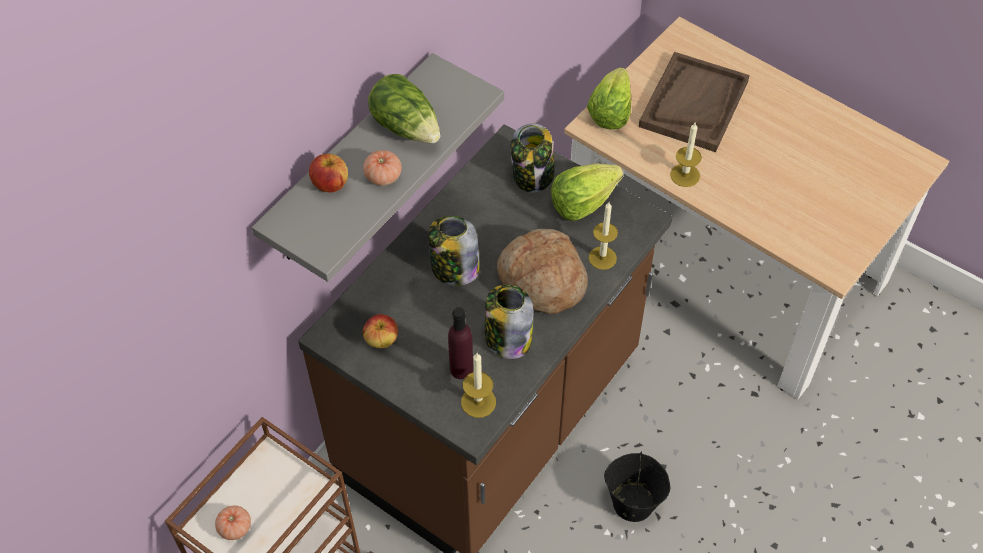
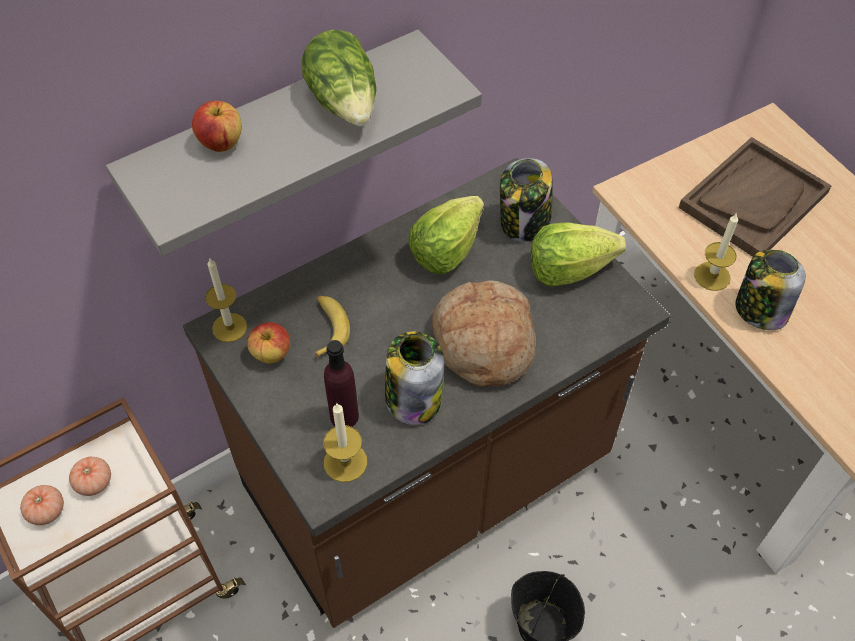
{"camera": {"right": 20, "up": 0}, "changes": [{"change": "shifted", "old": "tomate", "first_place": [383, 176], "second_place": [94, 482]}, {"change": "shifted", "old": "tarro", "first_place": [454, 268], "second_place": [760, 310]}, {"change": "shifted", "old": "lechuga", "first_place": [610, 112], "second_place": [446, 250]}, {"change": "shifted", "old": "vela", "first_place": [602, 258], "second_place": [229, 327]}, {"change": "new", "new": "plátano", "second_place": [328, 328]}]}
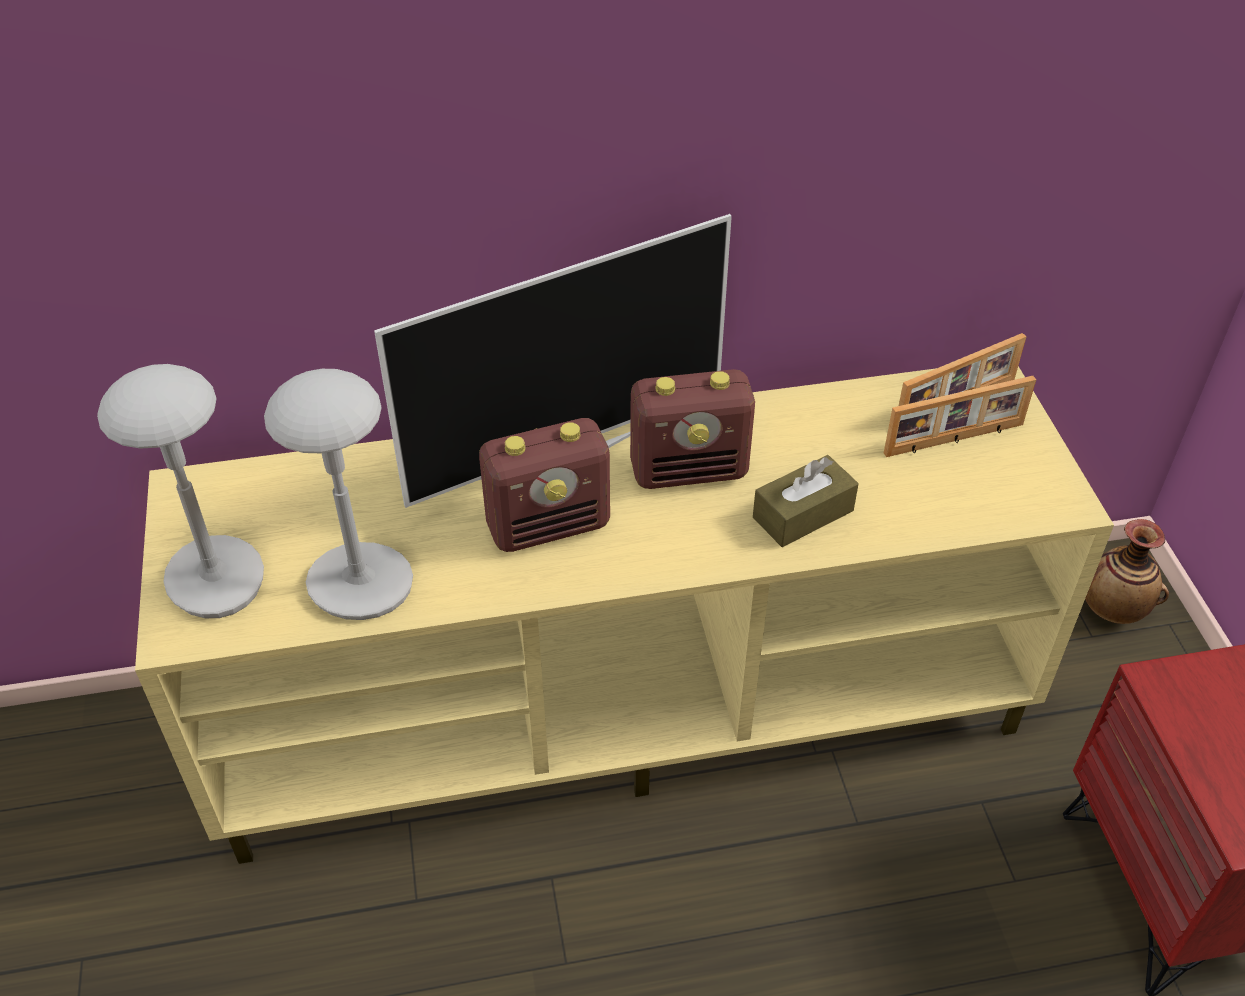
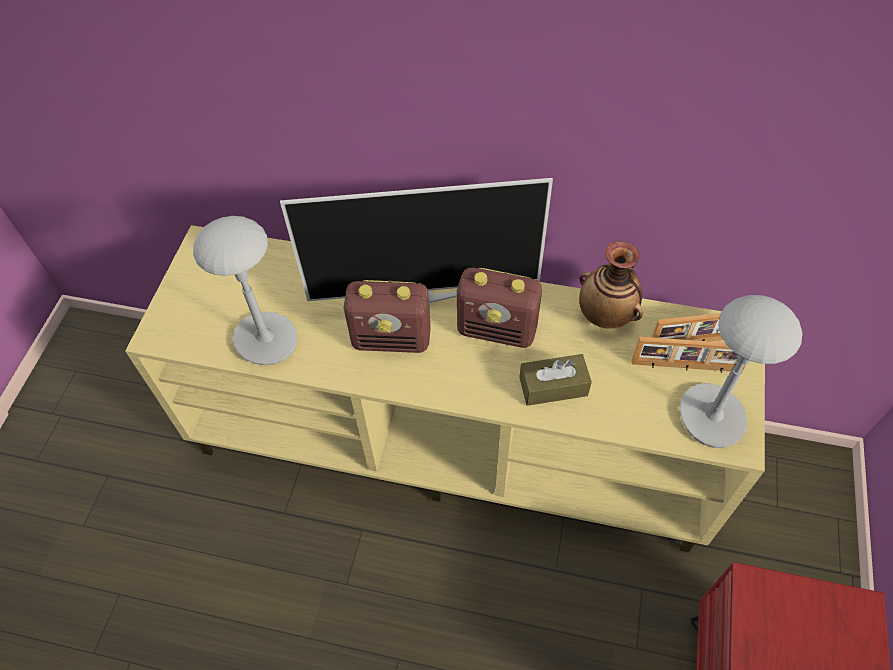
{"camera": {"right": 25, "up": 10}, "changes": [{"change": "shifted", "old": "lámpara de mesa/gris", "first_place": [217, 580], "second_place": [711, 417]}, {"change": "shifted", "old": "florero", "first_place": [1112, 609], "second_place": [606, 315]}]}
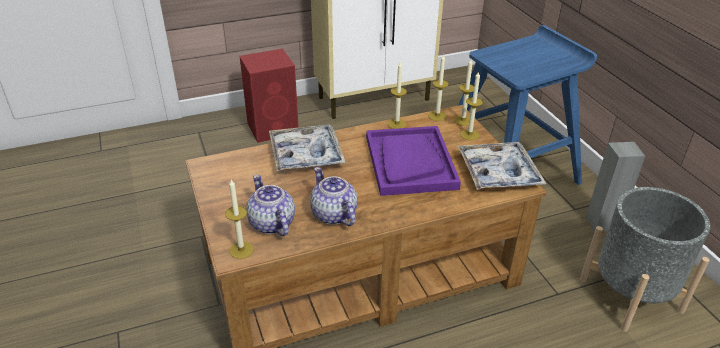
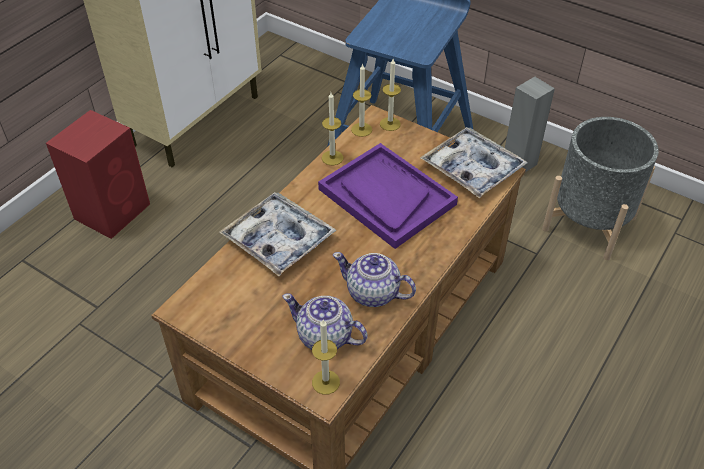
{"camera": {"right": -35, "up": 10}, "changes": [{"change": "gone", "old": "vela", "first_place": [469, 135]}]}
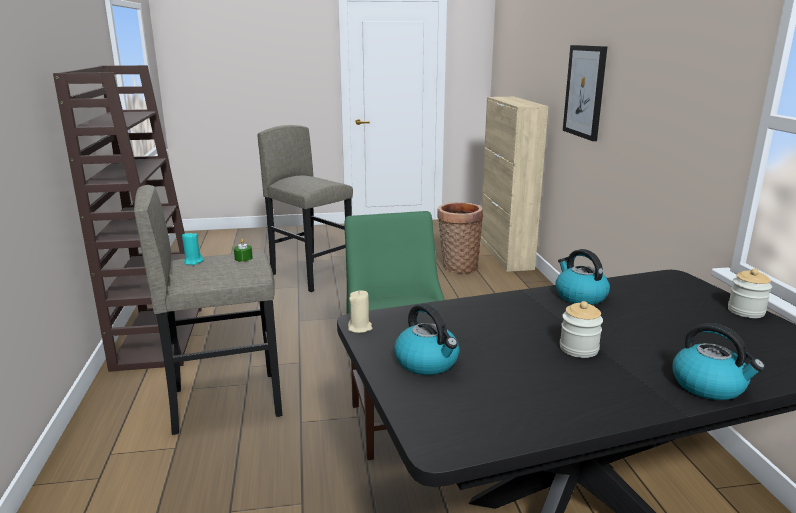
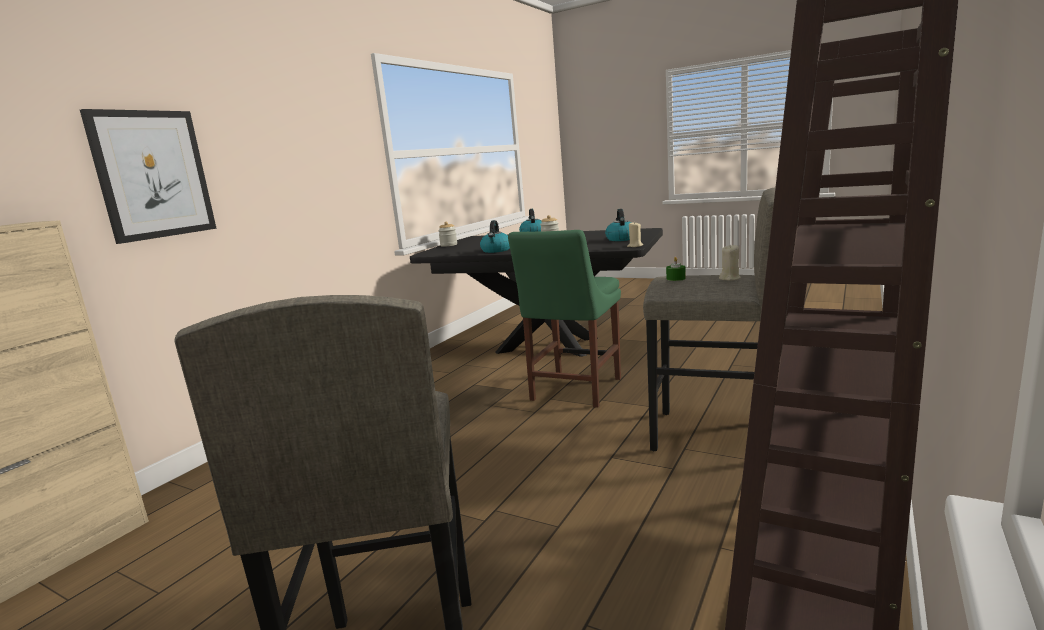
{"camera": {"right": -140, "up": -5}, "changes": [{"change": "repainted", "old": "vela/turquesa", "new": "vela/beis", "first_place": [193, 262], "second_place": [730, 278]}, {"change": "gone", "old": "cesta", "first_place": [458, 267]}]}
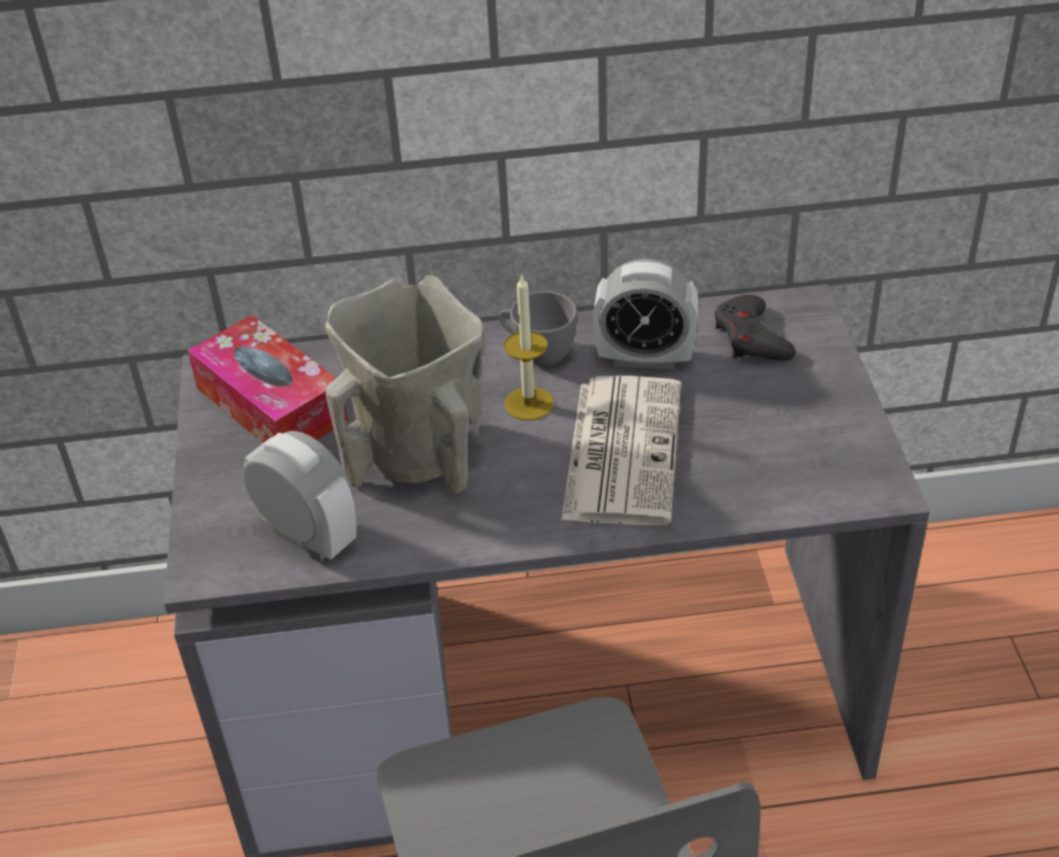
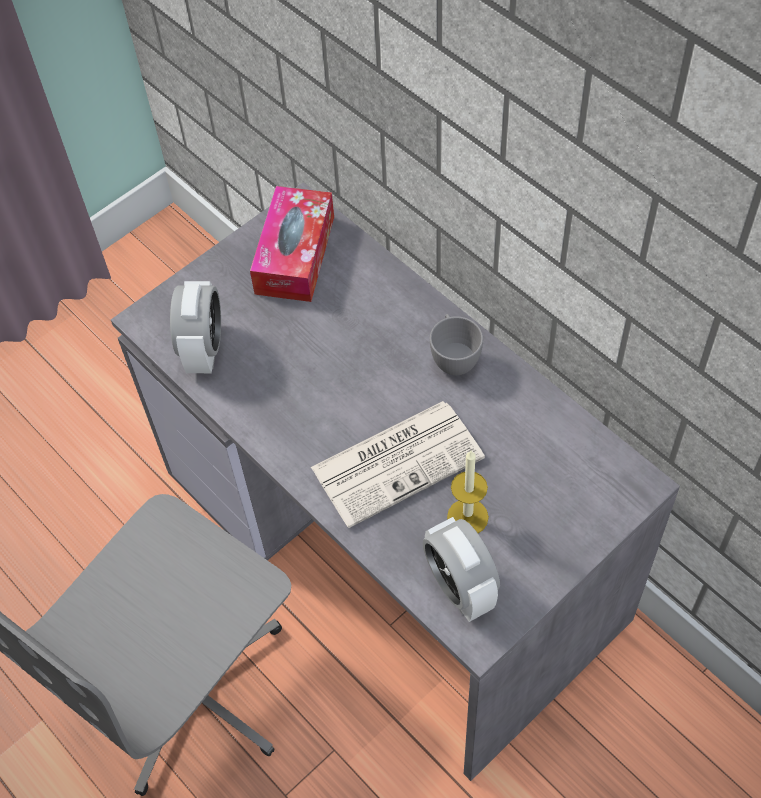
{"camera": {"right": 55, "up": 15}, "changes": [{"change": "gone", "old": "florero/beis", "first_place": [418, 457]}, {"change": "shifted", "old": "vela", "first_place": [529, 403], "second_place": [467, 517]}, {"change": "shifted", "old": "despertador", "first_place": [645, 358], "second_place": [460, 587]}, {"change": "gone", "old": "mando de consola/gris", "first_place": [751, 338]}]}
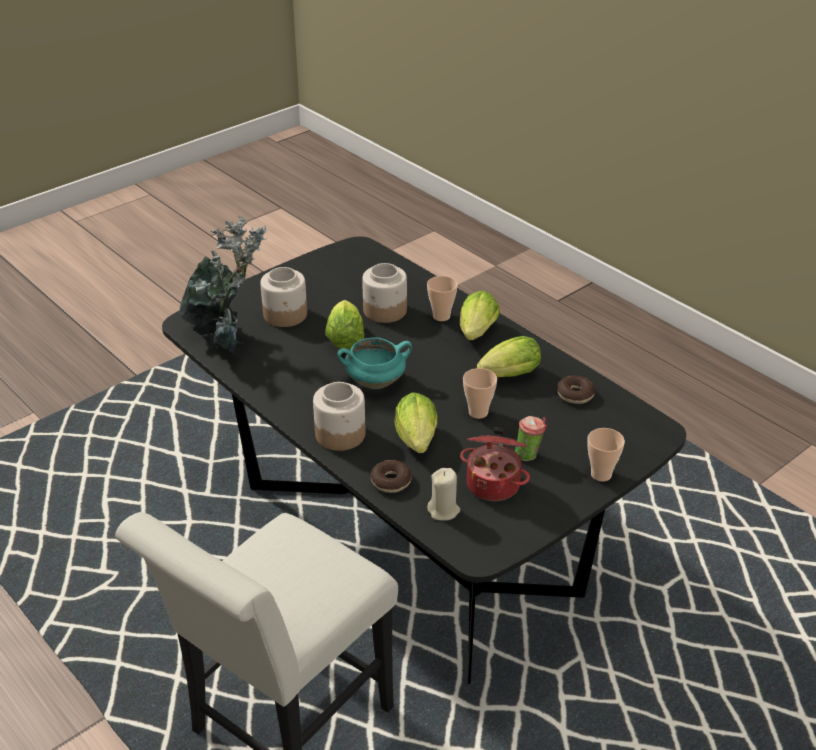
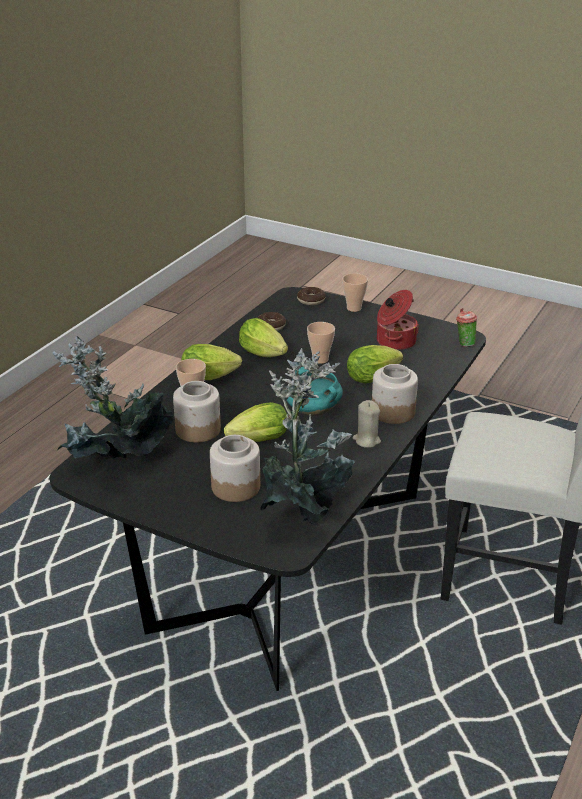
{"camera": {"right": -110, "up": -5}, "changes": [{"change": "shifted", "old": "rosquilla", "first_place": [391, 481], "second_place": [311, 300]}, {"change": "shifted", "old": "vela/beis", "first_place": [444, 510], "second_place": [366, 440]}, {"change": "shifted", "old": "taza", "first_place": [529, 455], "second_place": [464, 344]}, {"change": "new", "new": "planta en maceta", "second_place": [117, 465]}]}
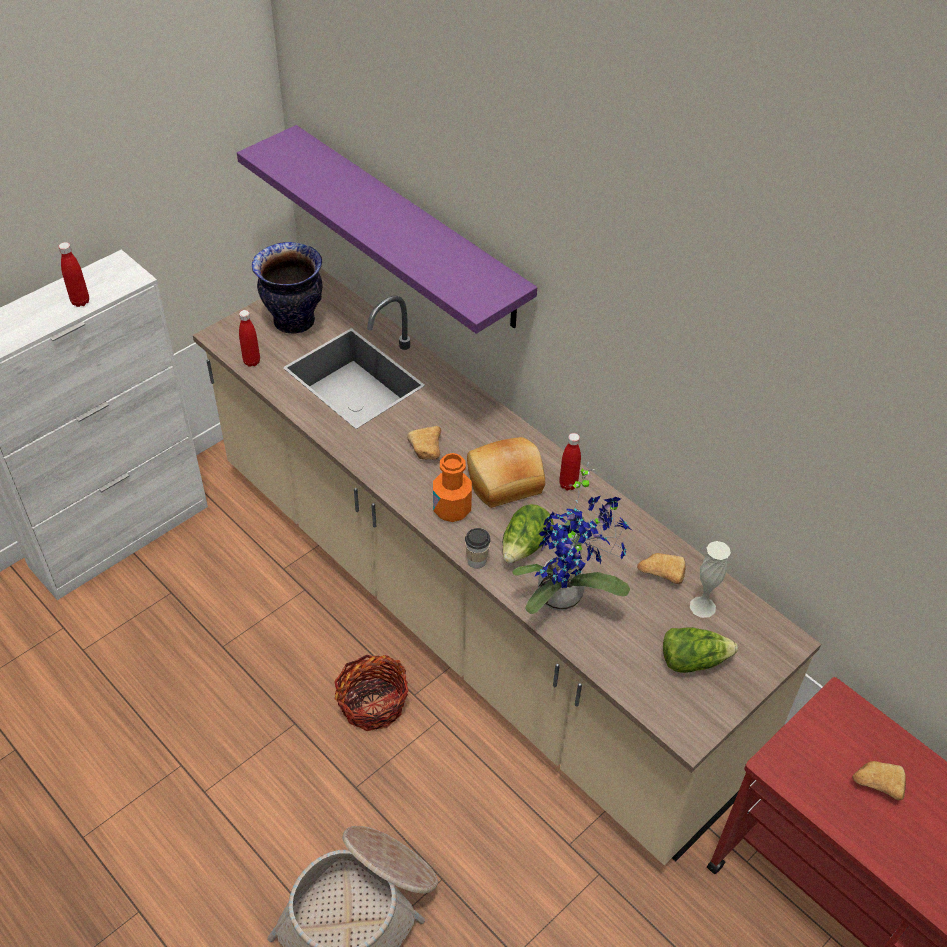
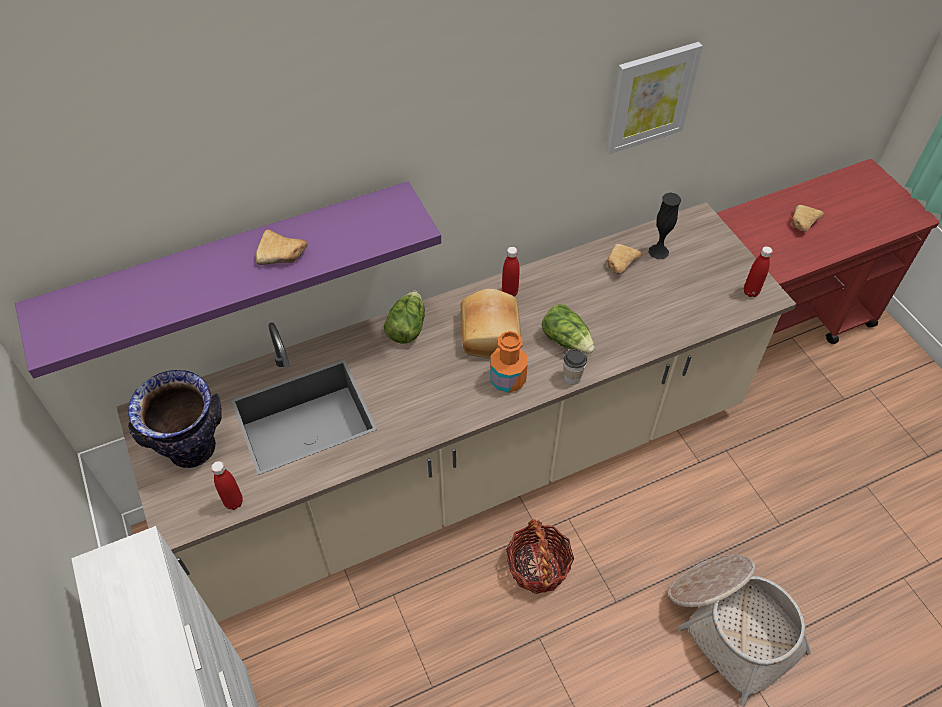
{"camera": {"right": -70, "up": 5}, "changes": [{"change": "shifted", "old": "botella/rojo", "first_place": [80, 302], "second_place": [750, 292]}, {"change": "shifted", "old": "pan", "first_place": [426, 450], "second_place": [283, 255]}, {"change": "gone", "old": "planta en maceta", "first_place": [566, 595]}, {"change": "shifted", "old": "lechuga", "first_place": [693, 659], "second_place": [406, 327]}, {"change": "repainted", "old": "florero/blanco", "new": "florero/negro", "first_place": [702, 607], "second_place": [658, 251]}, {"change": "new", "new": "cuadro", "second_place": [650, 97]}]}
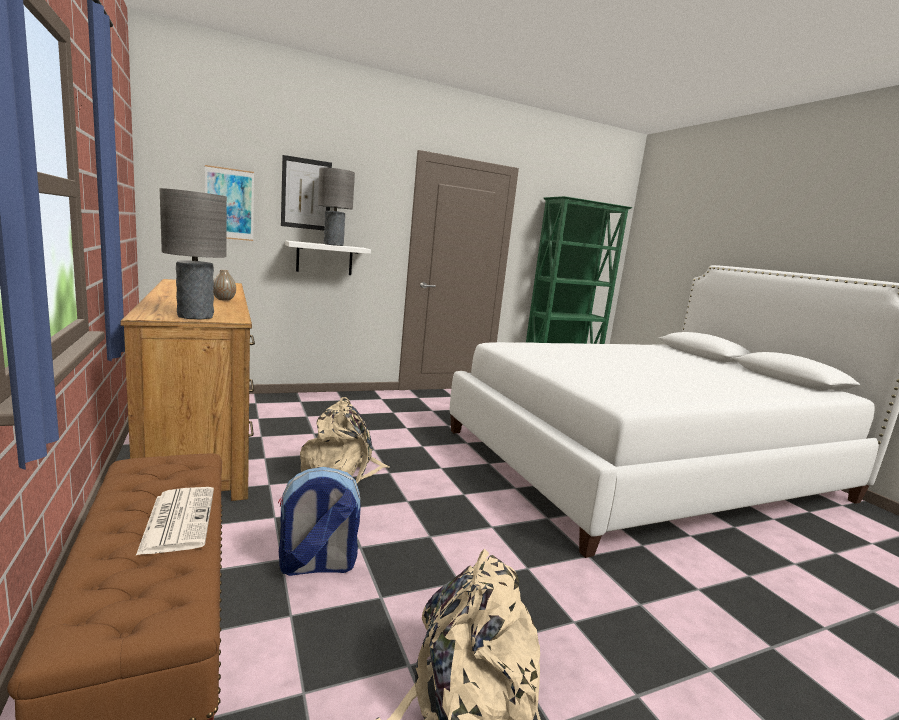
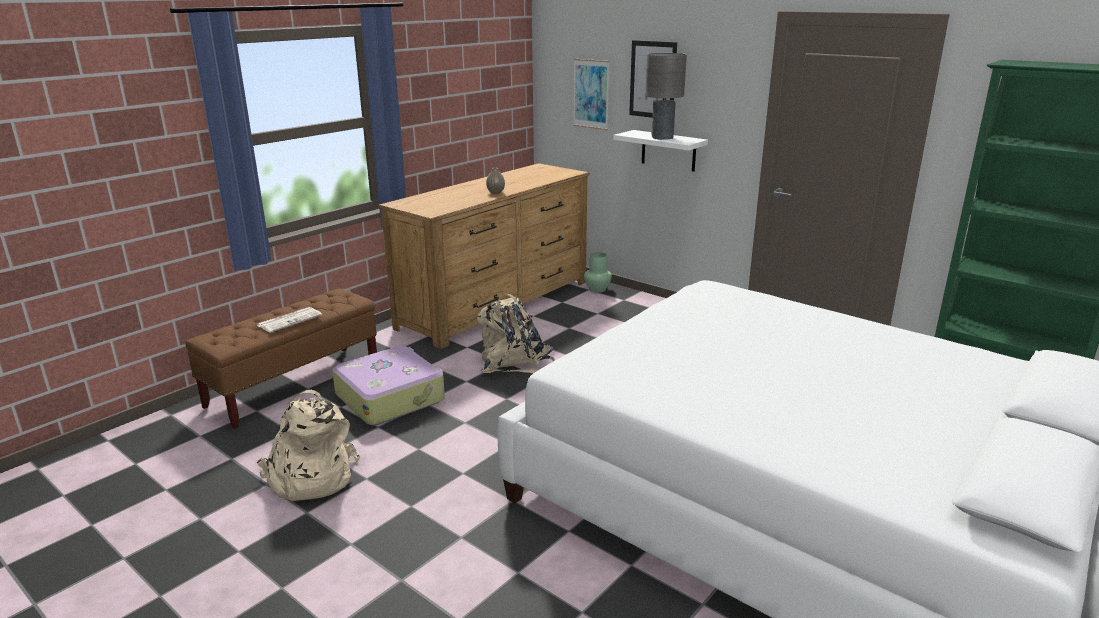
{"camera": {"right": 65, "up": 10}, "changes": [{"change": "gone", "old": "lámpara de mesa/gris", "first_place": [195, 316]}, {"change": "swapped", "old": "mochila", "new": "maleta", "first_place": [316, 566], "second_place": [390, 397]}, {"change": "new", "new": "florero/verde", "second_place": [597, 289]}]}
